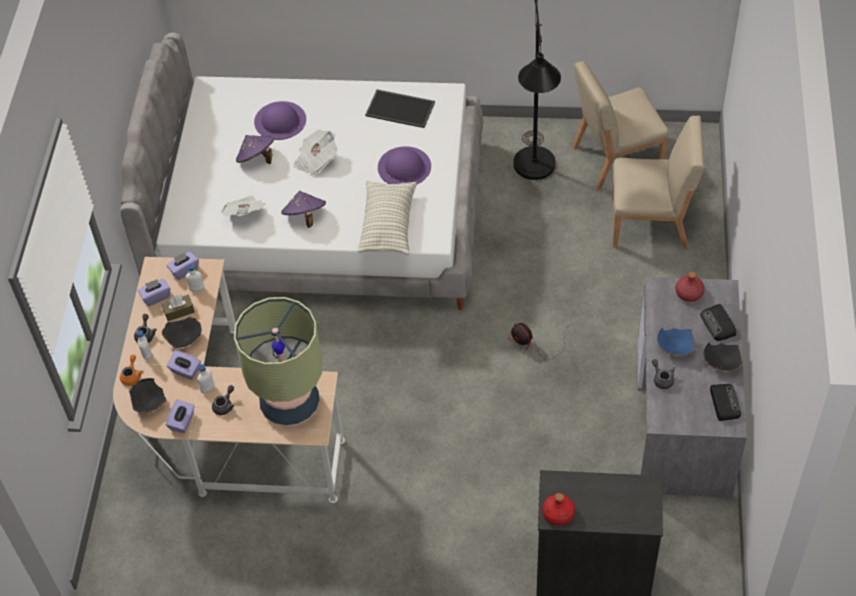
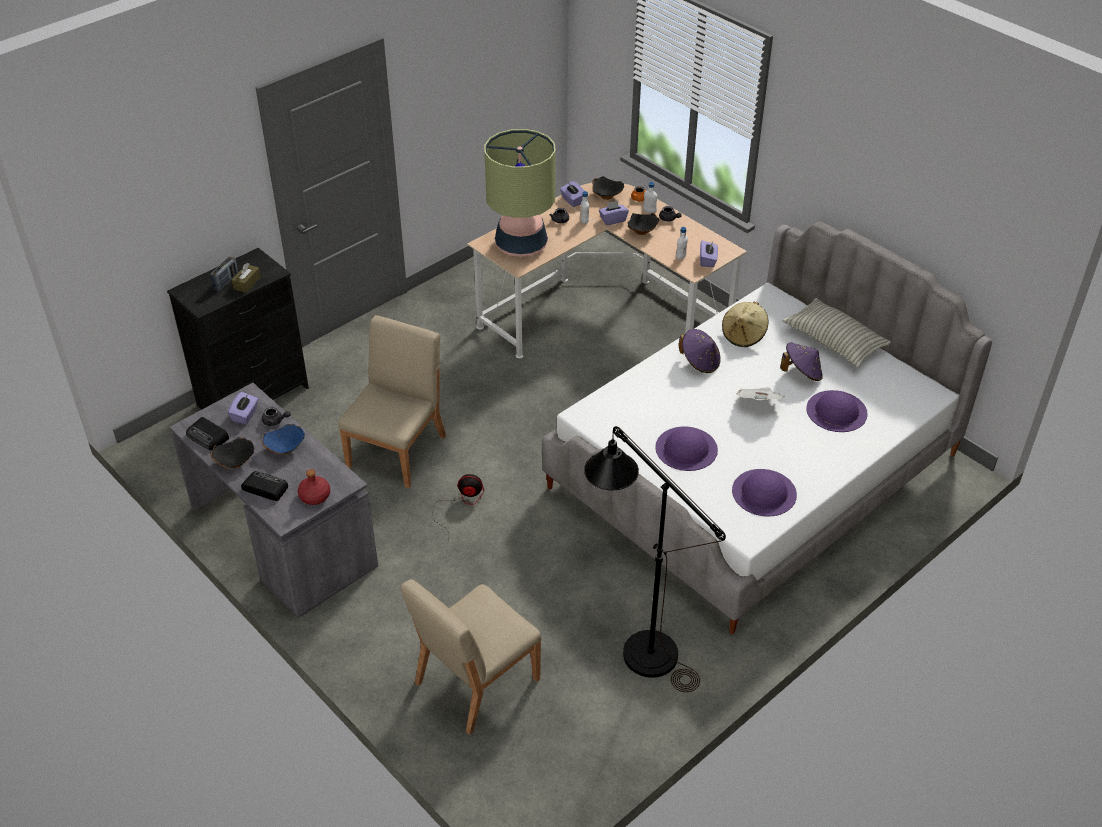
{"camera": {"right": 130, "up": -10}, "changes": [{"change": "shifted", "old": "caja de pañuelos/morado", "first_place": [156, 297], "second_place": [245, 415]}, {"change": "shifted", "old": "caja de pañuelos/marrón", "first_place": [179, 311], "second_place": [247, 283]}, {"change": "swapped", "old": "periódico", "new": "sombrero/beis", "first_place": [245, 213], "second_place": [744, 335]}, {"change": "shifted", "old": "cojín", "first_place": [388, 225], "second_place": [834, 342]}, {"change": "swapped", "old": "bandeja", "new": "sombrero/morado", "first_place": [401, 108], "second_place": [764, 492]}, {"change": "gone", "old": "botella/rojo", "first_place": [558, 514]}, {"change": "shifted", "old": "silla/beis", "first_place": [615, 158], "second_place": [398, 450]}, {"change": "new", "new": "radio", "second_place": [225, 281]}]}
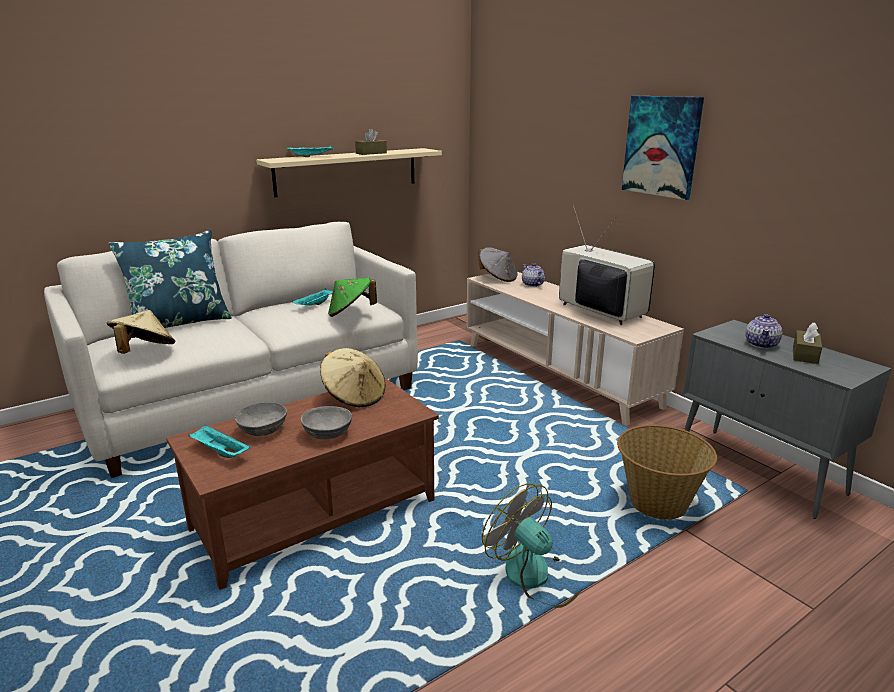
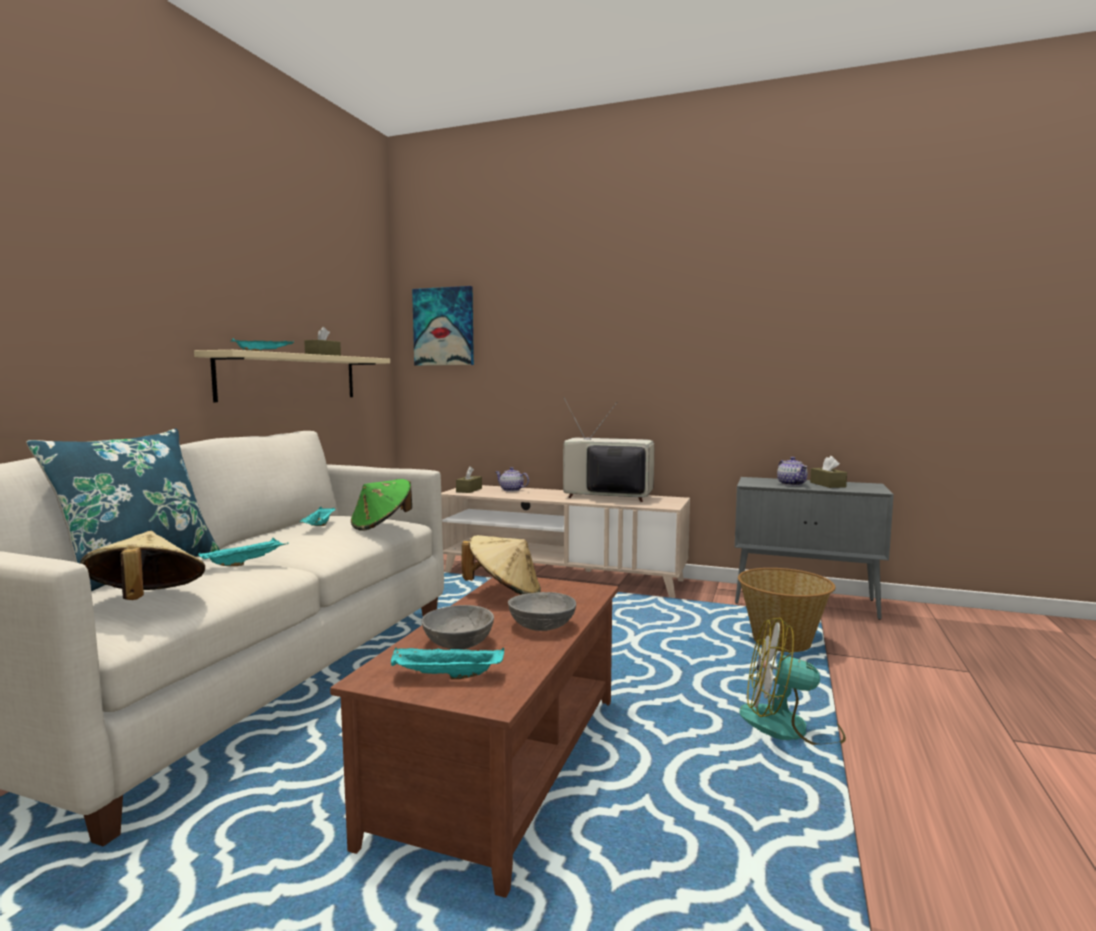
{"camera": {"right": -35, "up": -15}, "changes": [{"change": "swapped", "old": "sombrero/gris", "new": "caja de pañuelos/marrón", "first_place": [497, 278], "second_place": [469, 490]}, {"change": "shifted", "old": "cuadro", "first_place": [662, 146], "second_place": [444, 327]}, {"change": "new", "new": "bandeja/turquesa", "second_place": [245, 563]}]}
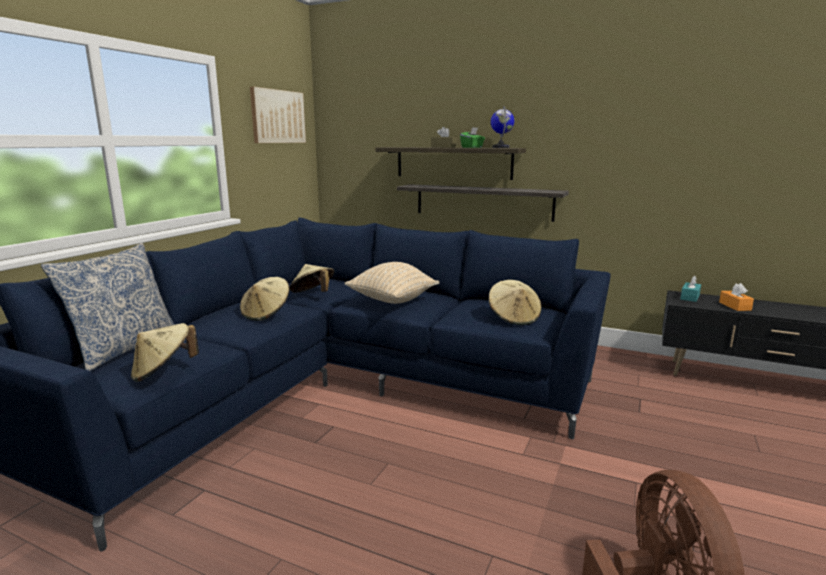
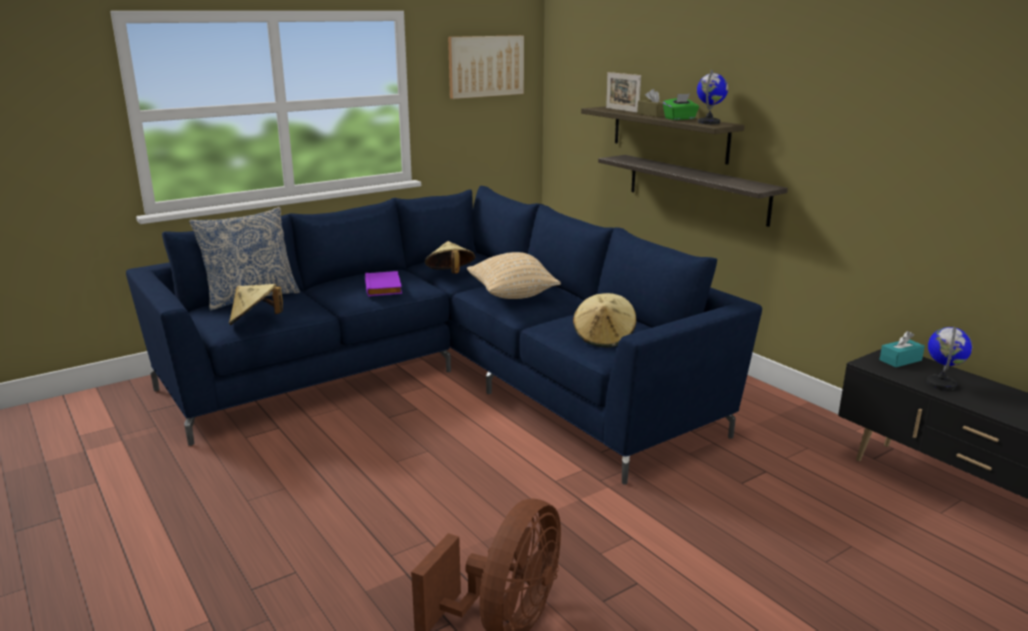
{"camera": {"right": 30, "up": 5}, "changes": [{"change": "swapped", "old": "sombrero/beis", "new": "libro/morado", "first_place": [266, 314], "second_place": [384, 287]}, {"change": "swapped", "old": "caja de pañuelos/naranja", "new": "globo terráqueo", "first_place": [734, 306], "second_place": [941, 384]}, {"change": "new", "new": "portarretratos", "second_place": [622, 110]}]}
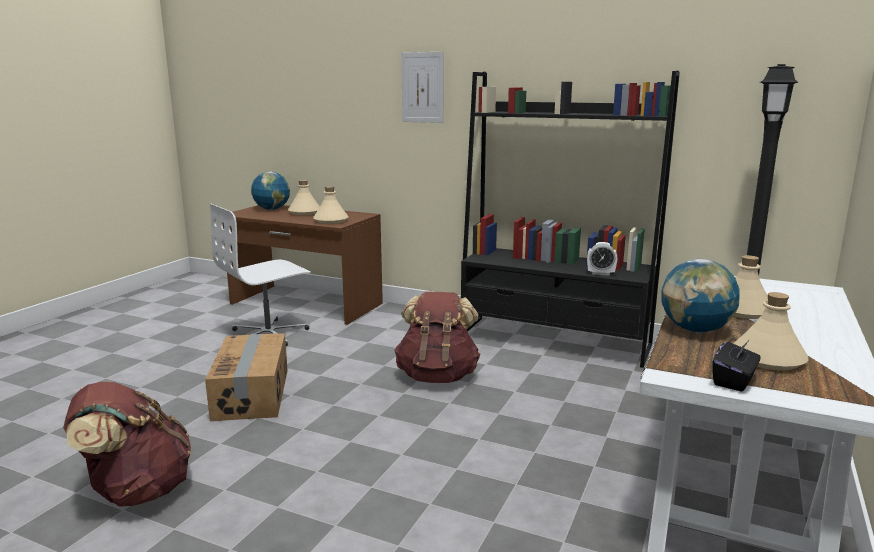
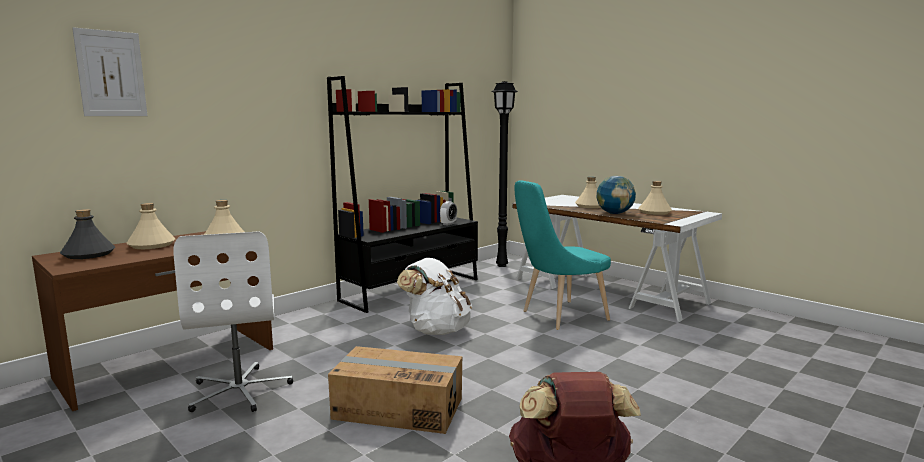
{"camera": {"right": -70, "up": -5}, "changes": [{"change": "swapped", "old": "globo terráqueo", "new": "botella/gris", "first_place": [271, 209], "second_place": [88, 254]}, {"change": "repainted", "old": "mochila/marrón", "new": "mochila/blanco", "first_place": [437, 376], "second_place": [436, 330]}, {"change": "shifted", "old": "cuadro", "first_place": [422, 87], "second_place": [111, 74]}, {"change": "gone", "old": "caja de pañuelos/negro", "first_place": [734, 381]}, {"change": "new", "new": "silla/turquesa", "second_place": [559, 316]}]}
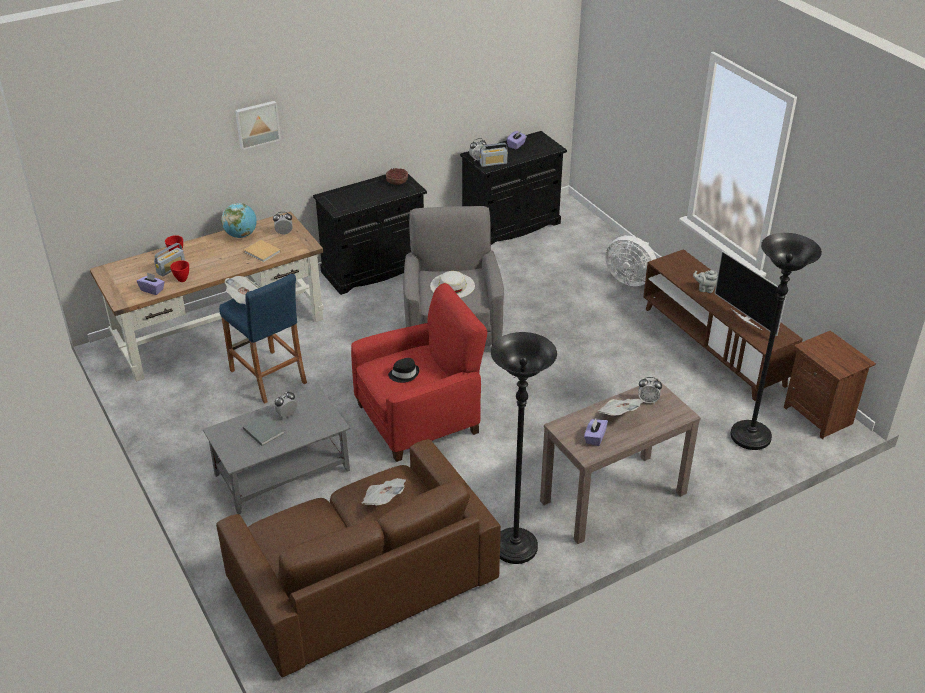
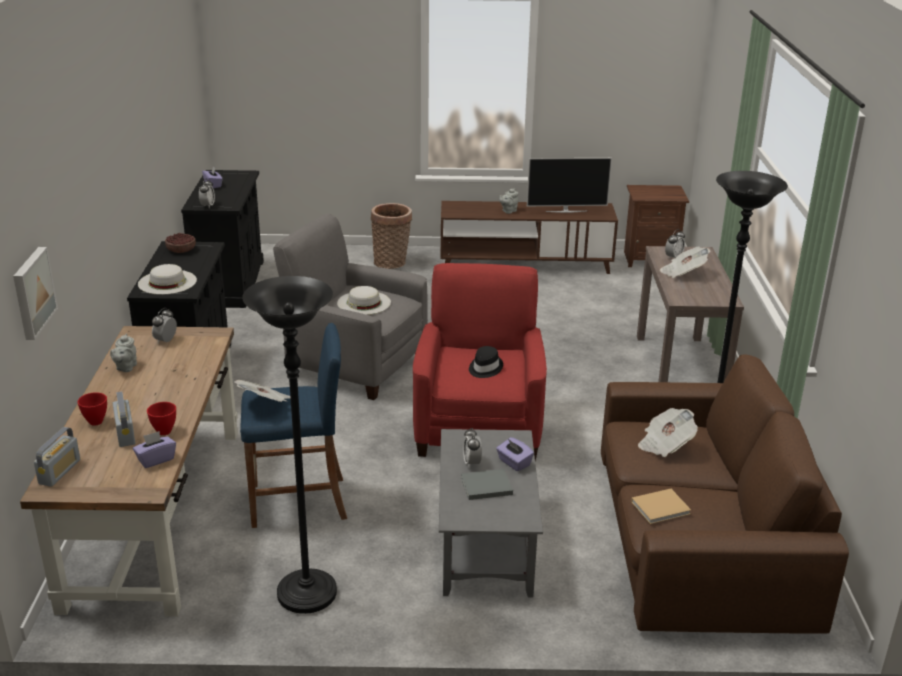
{"camera": {"right": -60, "up": -10}, "changes": [{"change": "swapped", "old": "globo terráqueo", "new": "tetera/gris", "first_place": [241, 235], "second_place": [125, 368]}, {"change": "shifted", "old": "cuadro", "first_place": [257, 124], "second_place": [32, 292]}, {"change": "shifted", "old": "libro/beis", "first_place": [263, 252], "second_place": [662, 507]}, {"change": "shifted", "old": "radio", "first_place": [493, 163], "second_place": [59, 471]}, {"change": "shifted", "old": "caja de pañuelos/morado", "first_place": [594, 438], "second_place": [514, 463]}, {"change": "swapped", "old": "ventilador/blanco", "new": "cesta", "first_place": [629, 279], "second_place": [392, 262]}, {"change": "shifted", "old": "lámpara de pie/negro", "first_place": [750, 437], "second_place": [307, 594]}, {"change": "new", "new": "sombrero/blanco", "second_place": [167, 282]}]}
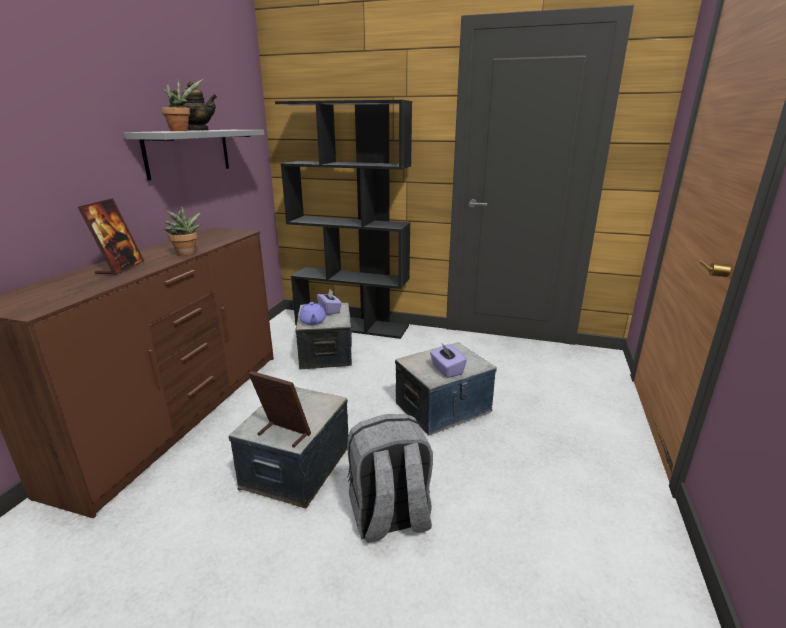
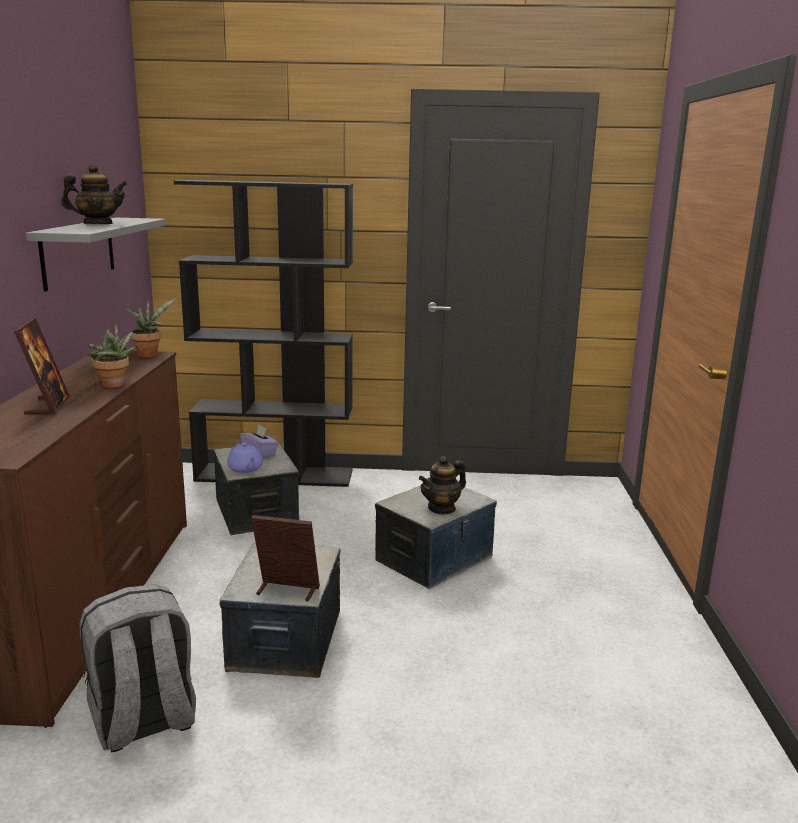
{"camera": {"right": -15, "up": -5}, "changes": [{"change": "shifted", "old": "planta en maceta", "first_place": [181, 131], "second_place": [149, 354]}, {"change": "shifted", "old": "mochila/gris", "first_place": [389, 517], "second_place": [143, 722]}, {"change": "swapped", "old": "caja de pañuelos/morado", "new": "tetera", "first_place": [446, 370], "second_place": [442, 508]}]}
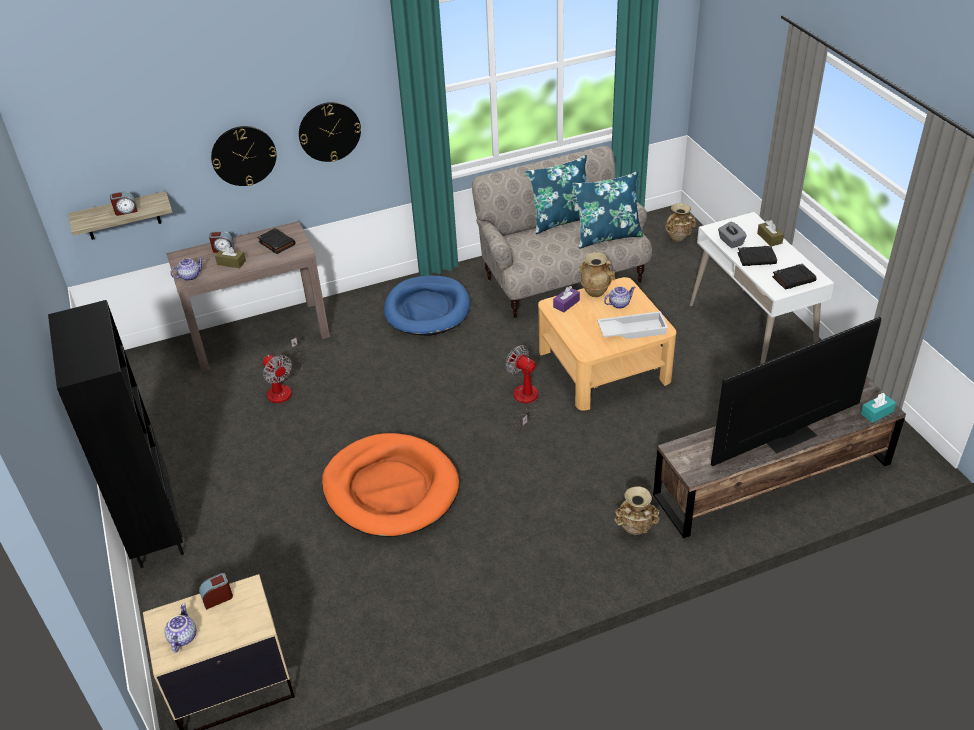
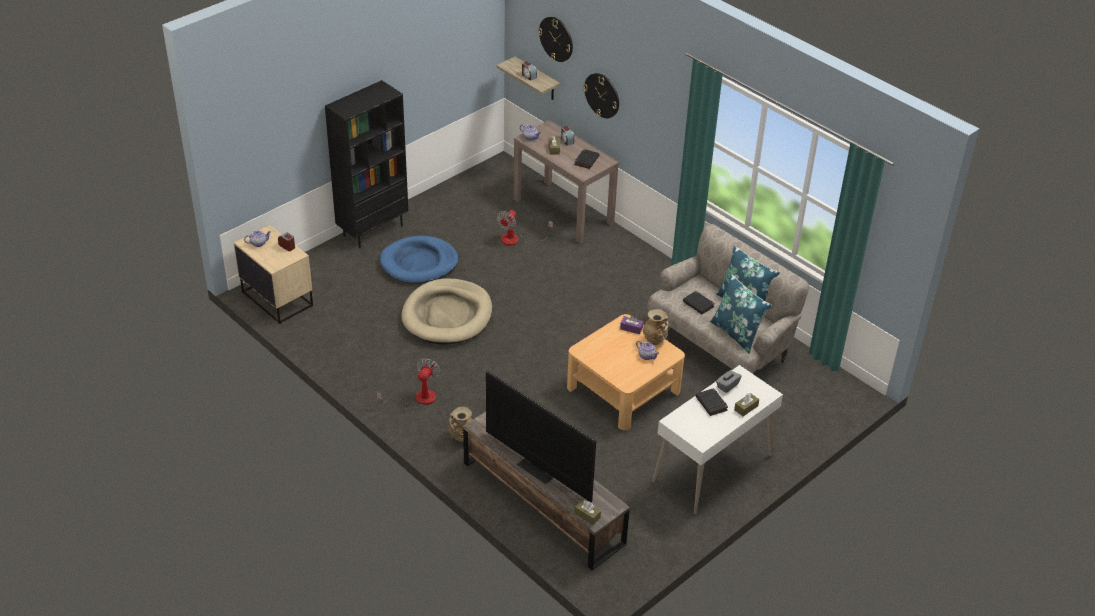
{"camera": {"right": 65, "up": 0}, "changes": [{"change": "shifted", "old": "reloj de pared", "first_place": [329, 131], "second_place": [556, 39]}, {"change": "repainted", "old": "cama para perro/naranja", "new": "cama para perro/beis", "first_place": [390, 489], "second_place": [447, 315]}, {"change": "shifted", "old": "cama para perro/azul", "first_place": [427, 309], "second_place": [419, 263]}, {"change": "shifted", "old": "ventilador", "first_place": [525, 401], "second_place": [418, 399]}, {"change": "gone", "old": "bandeja/blanco", "first_place": [632, 329]}, {"change": "gone", "old": "florero/beis", "first_place": [678, 238]}, {"change": "shifted", "old": "libro/negro", "first_place": [794, 279], "second_place": [698, 304]}, {"change": "repainted", "old": "caja de pañuelos/turquesa", "new": "caja de pañuelos/marrón", "first_place": [876, 412], "second_place": [587, 515]}]}
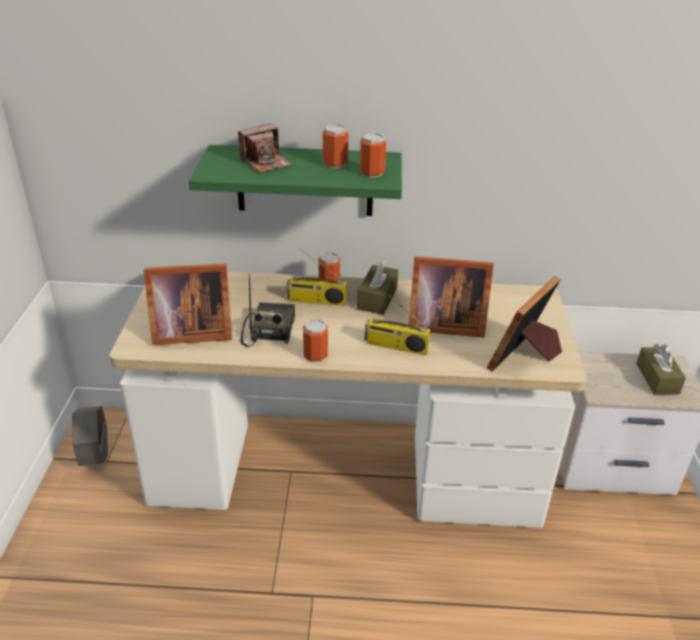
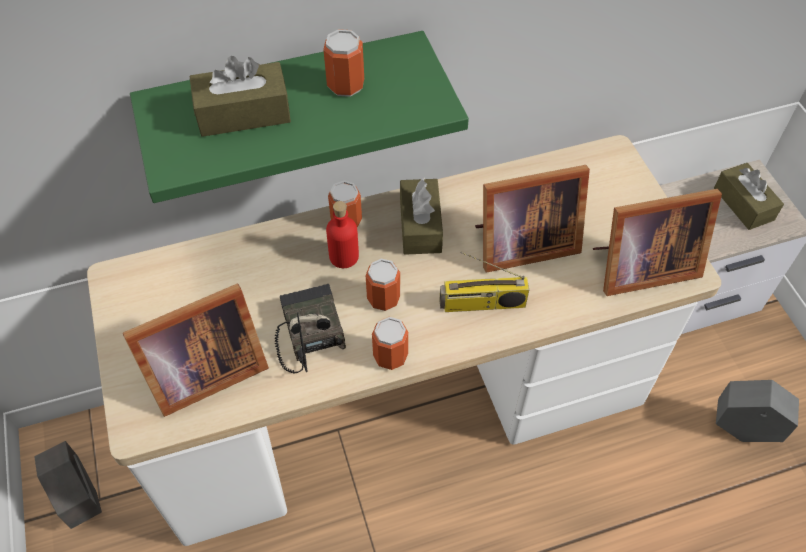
{"camera": {"right": -20, "up": 20}, "changes": [{"change": "swapped", "old": "cámara", "new": "caja de pañuelos/marrón", "first_place": [265, 162], "second_place": [243, 113]}, {"change": "swapped", "old": "radio", "new": "botella/rojo", "first_place": [316, 301], "second_place": [344, 256]}, {"change": "shifted", "old": "lata", "first_place": [372, 173], "second_place": [383, 298]}, {"change": "rotated", "old": "portarretratos", "first_place": [525, 356], "second_place": [640, 268], "degrees": -120}, {"change": "new", "new": "maceta/gris", "second_place": [743, 428]}]}
